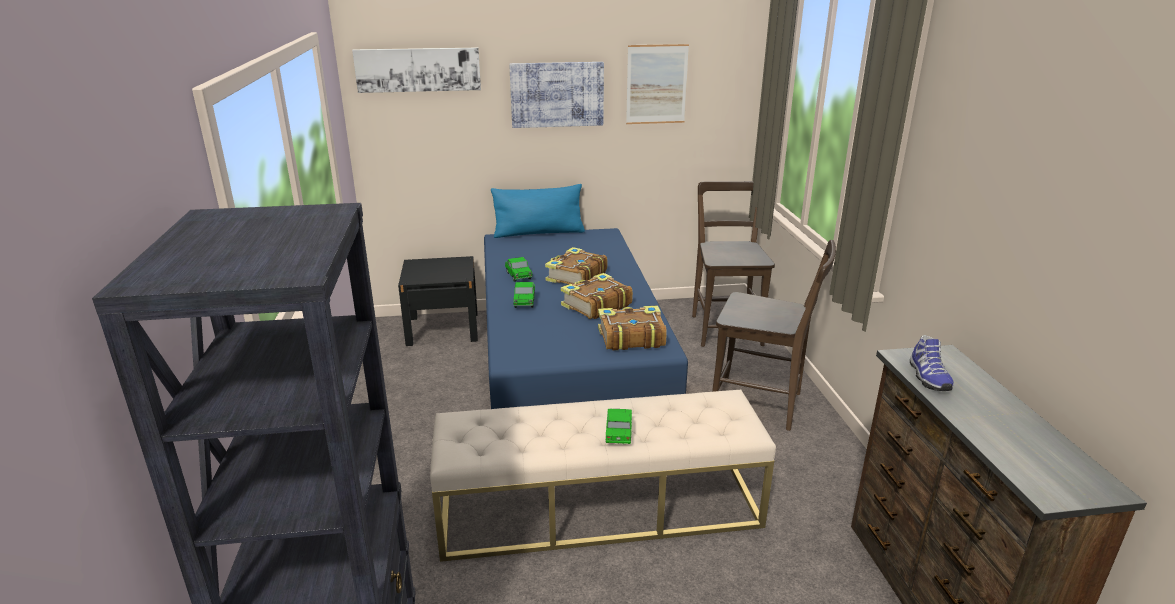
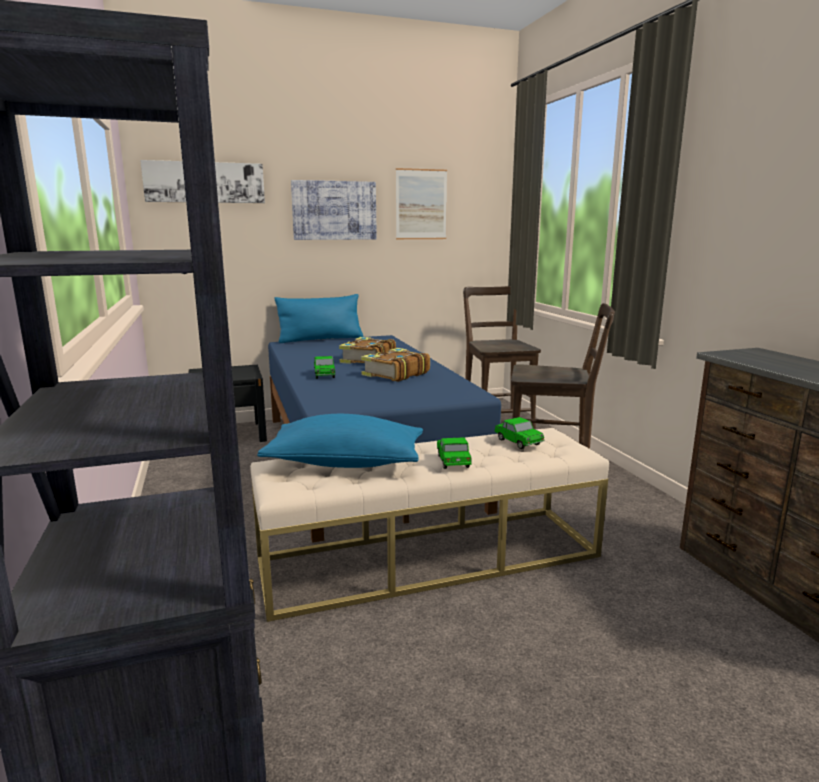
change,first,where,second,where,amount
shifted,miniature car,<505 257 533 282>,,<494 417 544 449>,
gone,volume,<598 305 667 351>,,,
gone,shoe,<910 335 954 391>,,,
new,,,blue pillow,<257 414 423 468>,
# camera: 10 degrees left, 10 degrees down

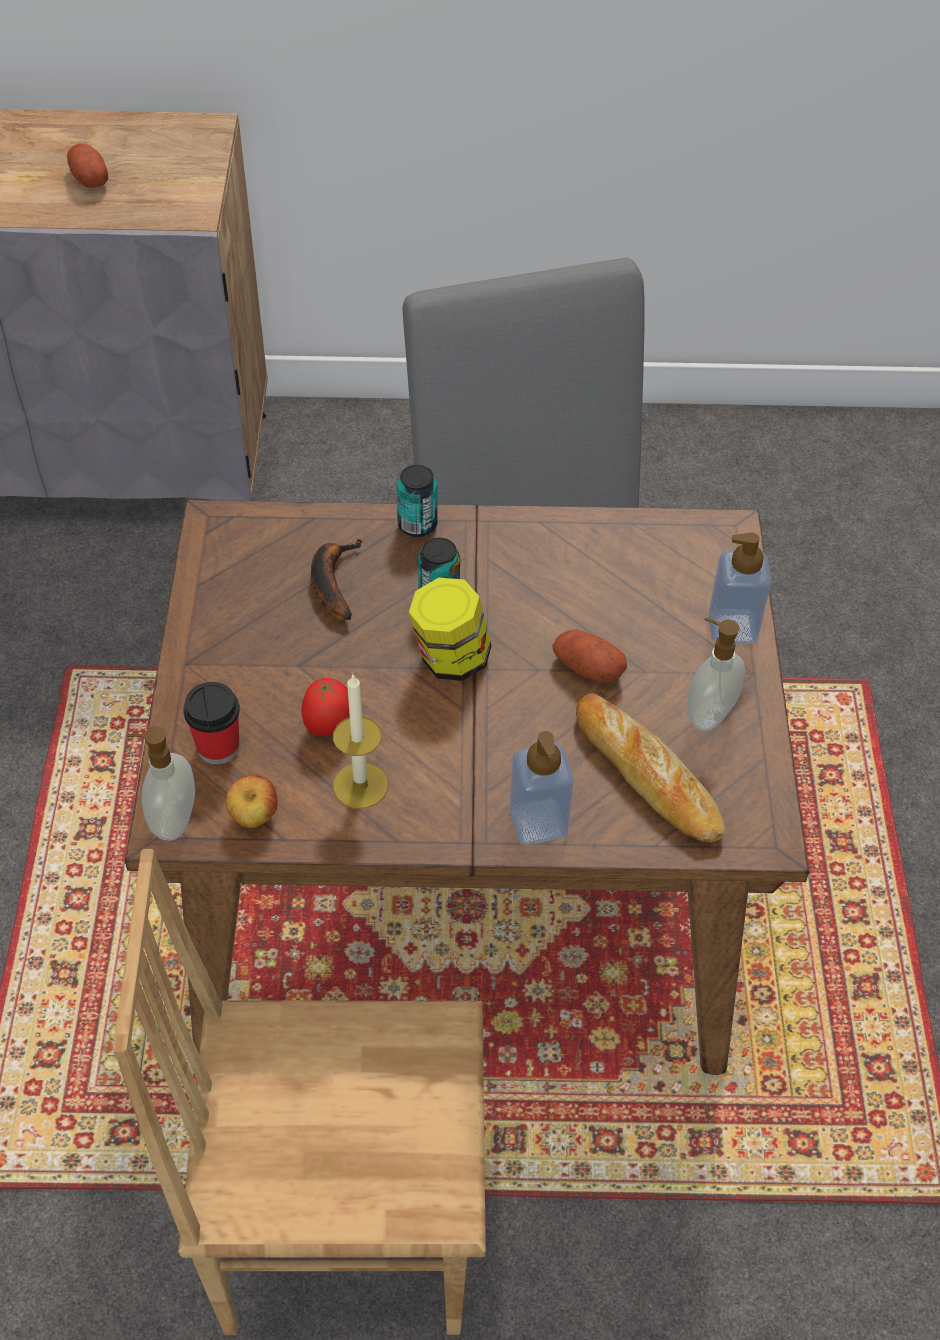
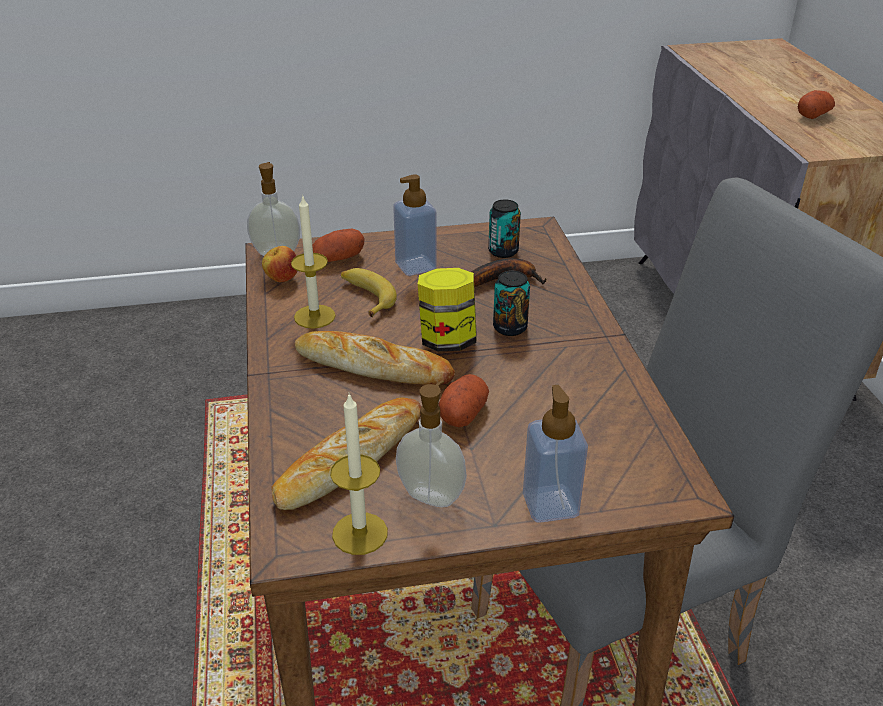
change,first,where,second,where,amount
gone,brown-coloured upright chair,<113 849 486 1335>,,,
swapped,drinking cup,<183 682 240 764>,whole potato,<312 228 364 262>,
swapped,tomato,<302 678 350 736>,banana fruit,<341 268 397 317>,
shifted,can,<397 465 438 537>,,<488 200 521 258>,
shifted,liquid soap bottle,<510 731 574 845>,,<393 174 437 276>,
new,,,bakery bread,<295 331 455 385>,
new,,,wax light,<330 393 388 555>,
# camera: 80 degrees right, 15 degrees down

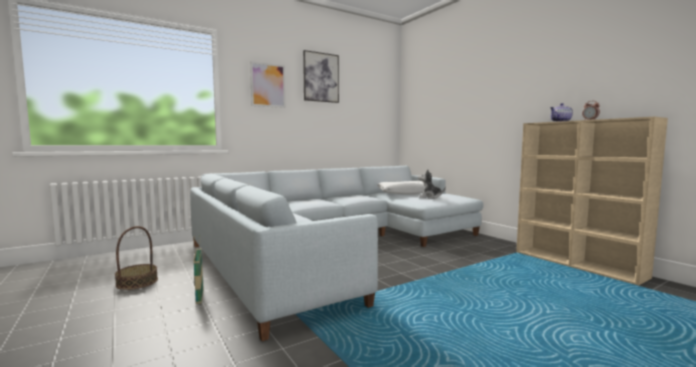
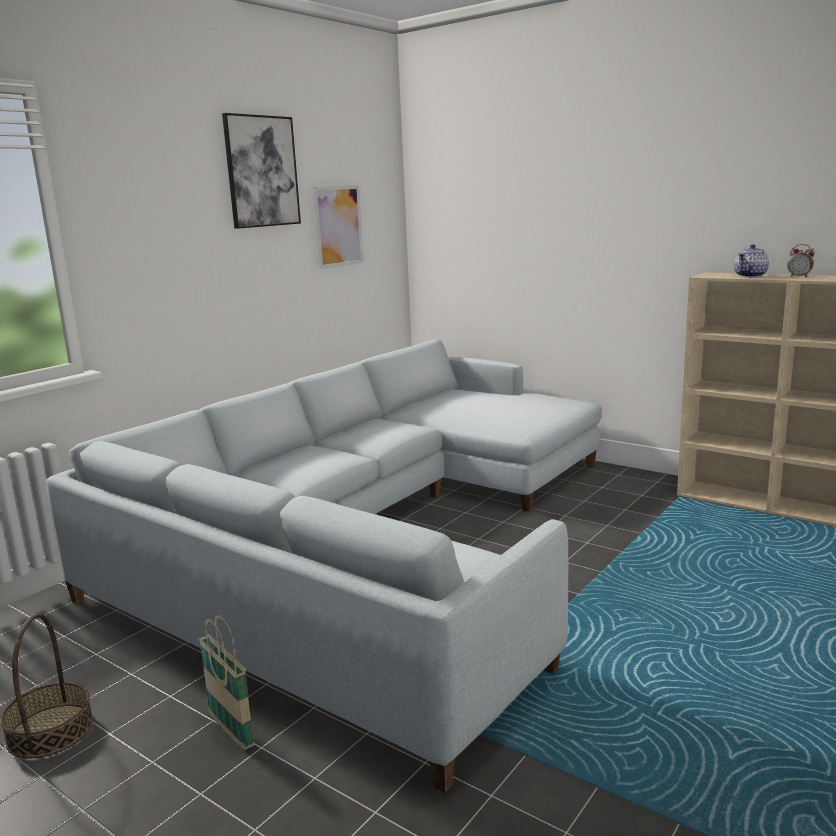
change,first,where,second,where,amount
shifted,wall picture,<250 61 286 108>,,<313 185 364 269>,
gone,whitish pillow,<377 181 424 194>,,,
gone,soft toy,<418 169 446 199>,,,
# camera: 20 degrees left, 10 degrees up

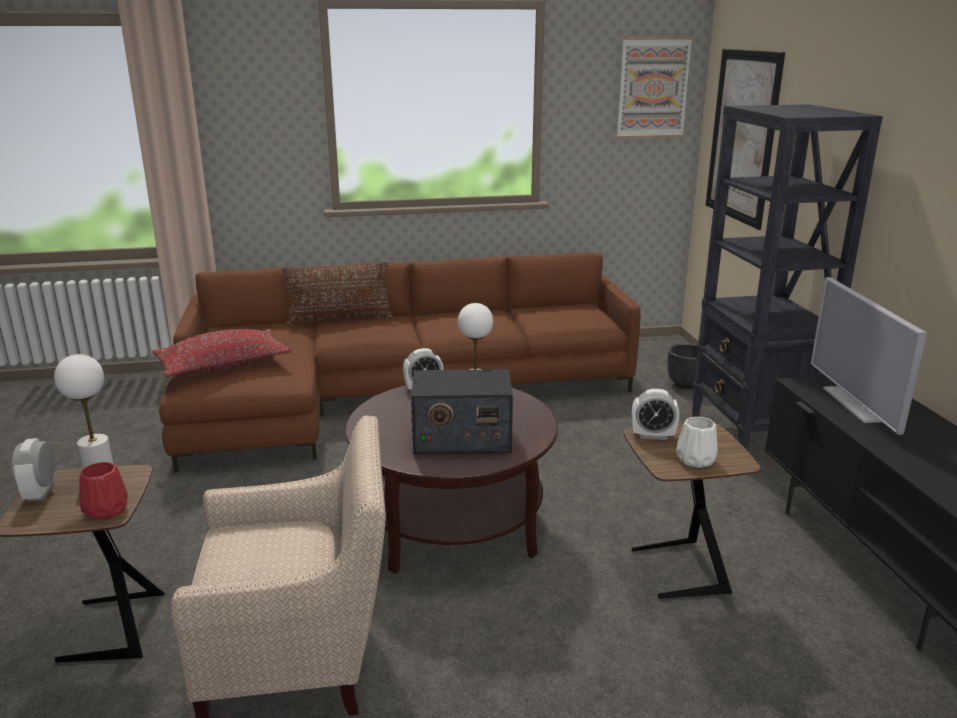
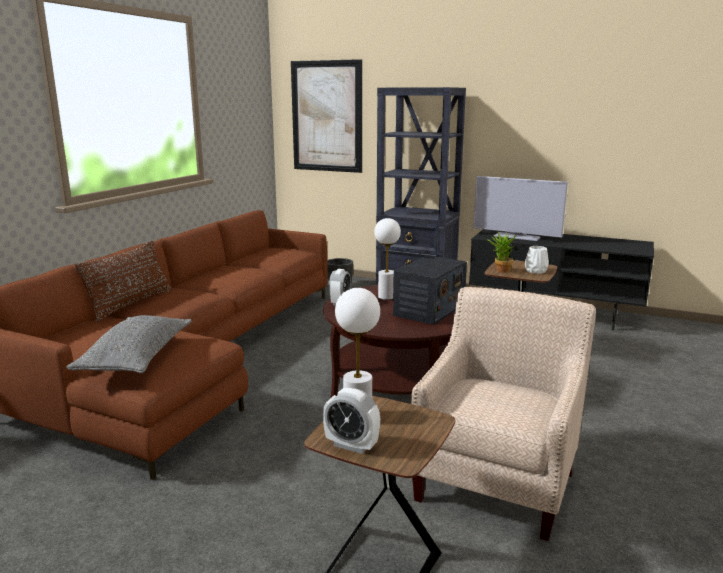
change,first,where,second,where,amount
gone,red-coloured flower vase,<79 462 128 520>,,,
repainted,red-coloured pillow,<152 329 291 377>,gray pillow,<66 315 192 373>,
gone,wall picture,<617 37 693 138>,,,
swapped,alarm clock,<632 389 679 440>,plant in a pot,<488 231 517 273>,
# camera: 55 degrees left, 5 degrees down

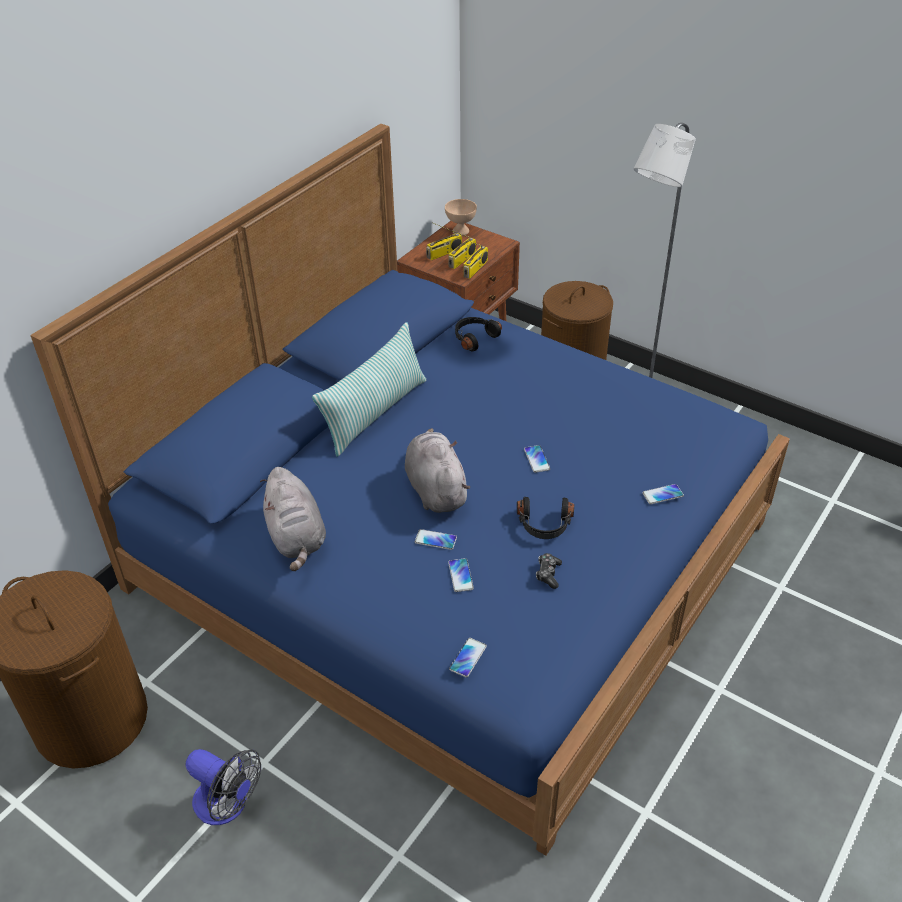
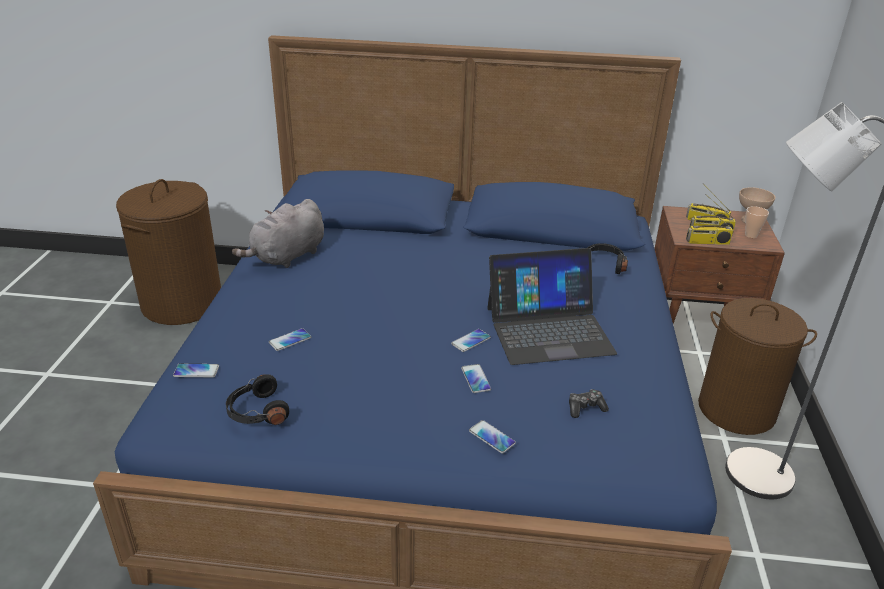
change,first,where,second,where,amount
gone,electric fan,<185 749 261 825>,,,
gone,pillow,<312 322 426 457>,,,
gone,gray soft toy,<405 428 471 513>,,,
shifted,phone,<415 529 457 550>,,<461 364 491 393>,
shifted,black headphones,<517 497 574 539>,,<226 374 289 425>,
shifted,game controller,<536 553 562 589>,,<569 389 609 418>,
new,,,notebook computer,<487 248 617 365>,
new,,,drinking cup,<745 206 769 238>,
# camera: 60 degrees right, 10 degrees down

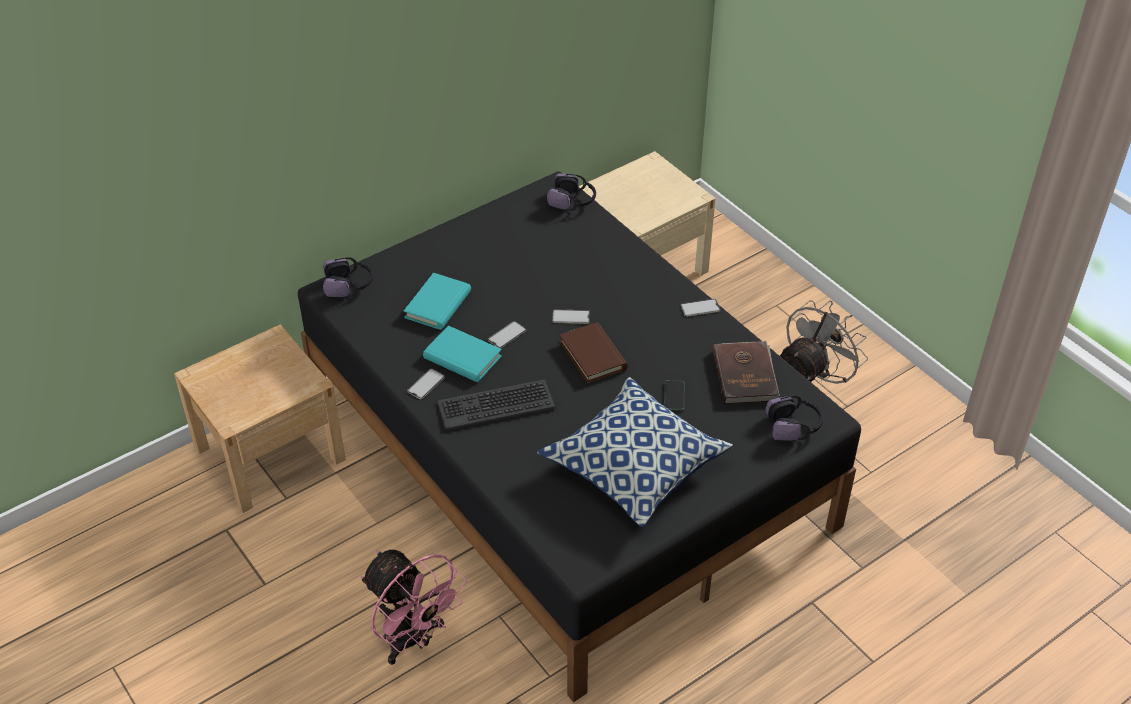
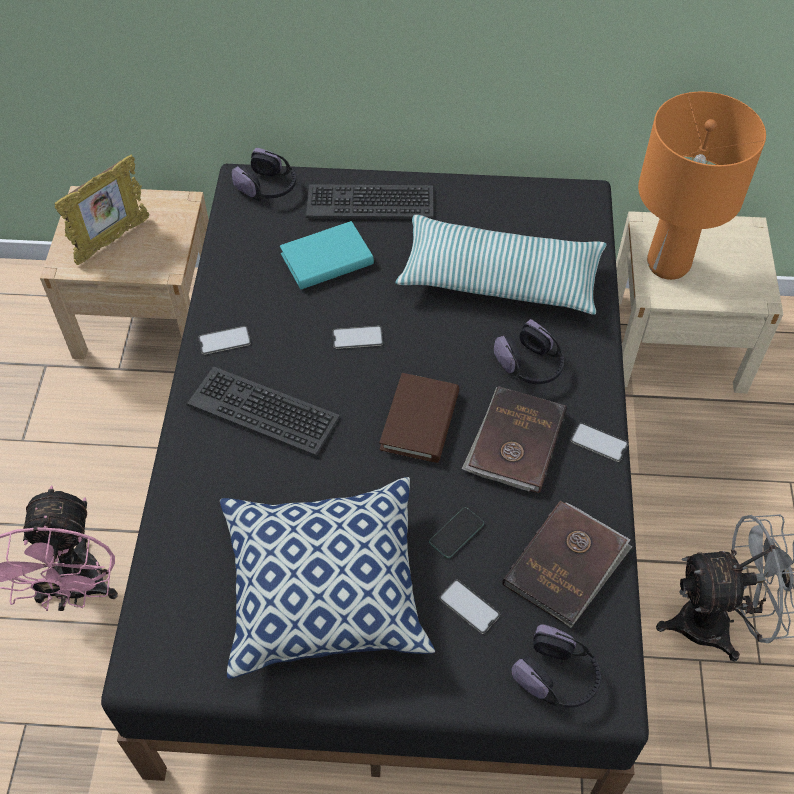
change,first,where,second,where,amount
gone,turquoise-coloured volume,<423 326 502 382>,,,
shifted,headphones,<547 173 596 211>,,<494 319 564 384>,
shifted,phone,<552 310 590 324>,,<439 580 500 634>,
new,,,standing frame,<54 155 149 265>,
new,,,PC keyboard,<306 184 434 219>,
new,,,pillow,<395 215 606 315>,
new,,,brown-coloured volume,<462 386 567 493>,
new,,,orange tabletop lamp,<638 92 766 280>,
# camera: 40 degrees right, 10 degrees up

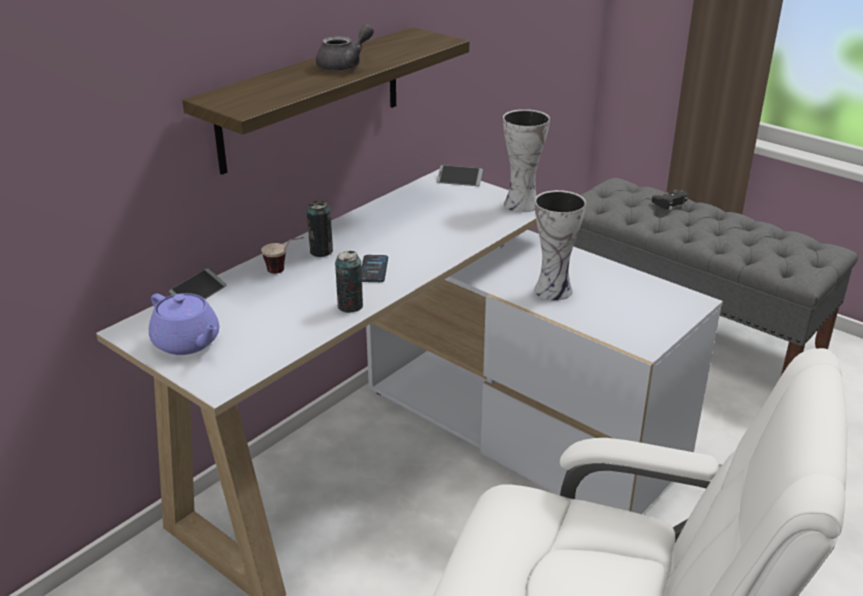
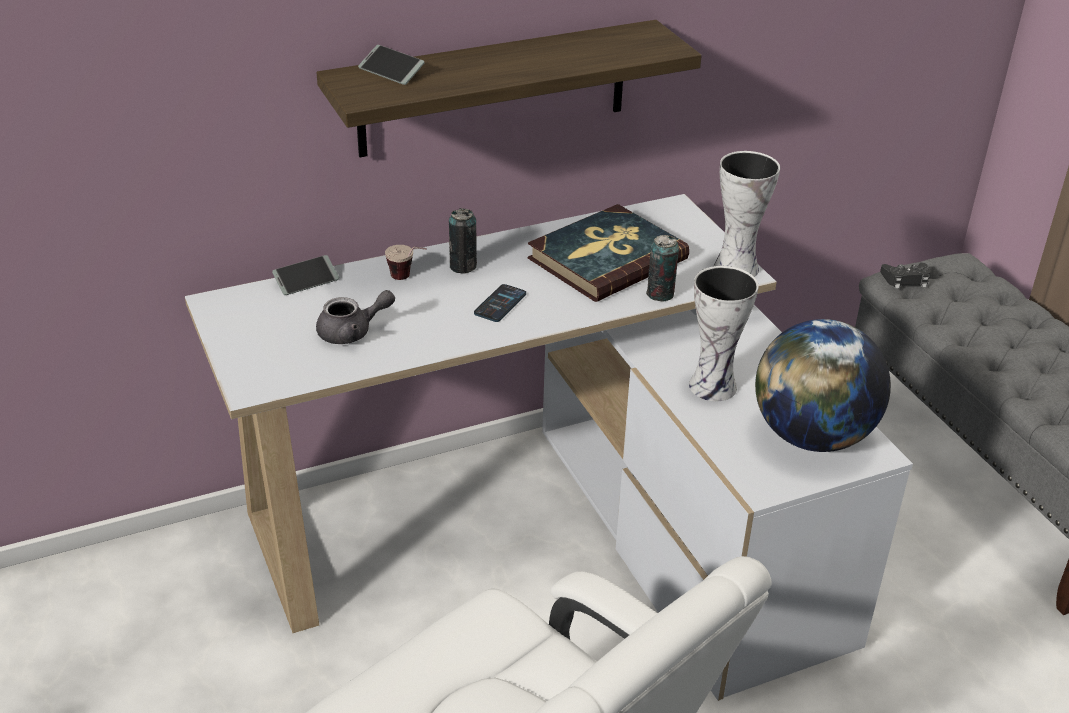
change,first,where,second,where,amount
gone,purple pot for tea,<149 293 219 355>,,,
shifted,gray pot for tea,<316 24 374 71>,,<316 290 395 344>,
shifted,can,<335 251 363 313>,,<646 235 679 302>,
shifted,phone,<437 165 483 186>,,<358 45 425 85>,
shifted,black game controller,<652 189 688 210>,,<880 263 931 289>,
new,,,volume,<528 204 689 302>,
new,,,desk globe,<755 319 891 452>,
# camera: 25 degrees right, 5 degrees up

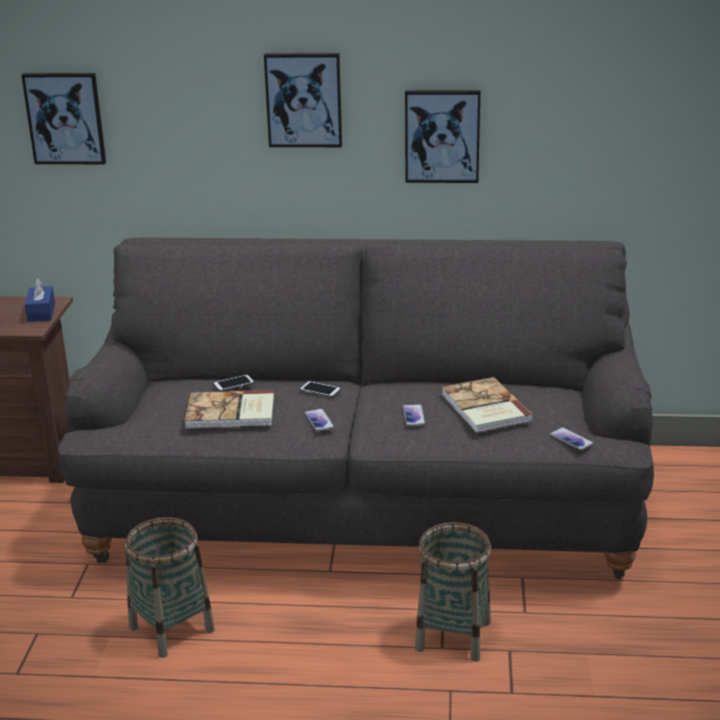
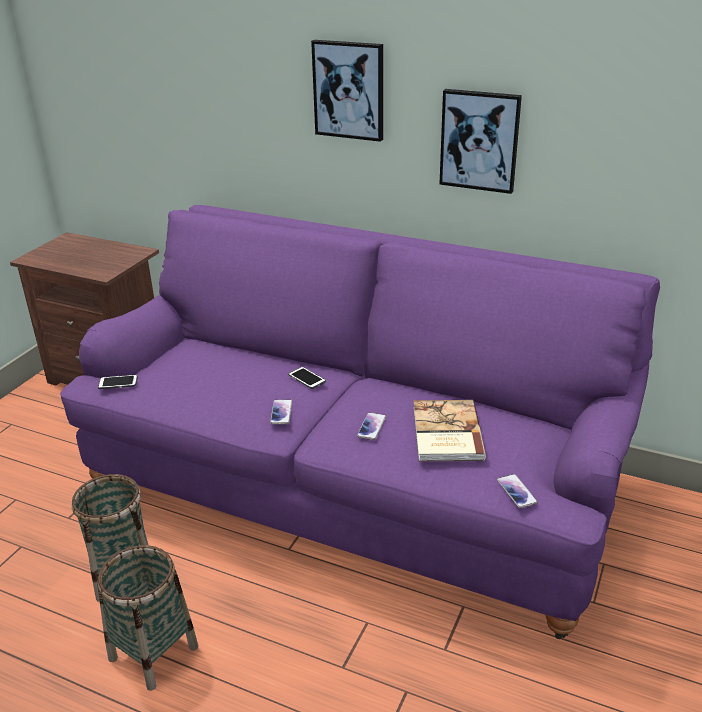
change,first,where,second,where,amount
gone,wall picture,<21 73 106 164>,,,
gone,blue tissue holder,<25 278 55 322>,,,
repainted,gray sofa,<58 237 654 579>,purple sofa,<60 205 660 639>,
gone,volume,<184 390 274 429>,,,
shifted,phone,<213 374 255 392>,,<98 375 138 389>,
shifted,household basket,<415 522 491 662>,,<97 545 198 691>,
# camera: 20 degrees right, 5 degrees up

